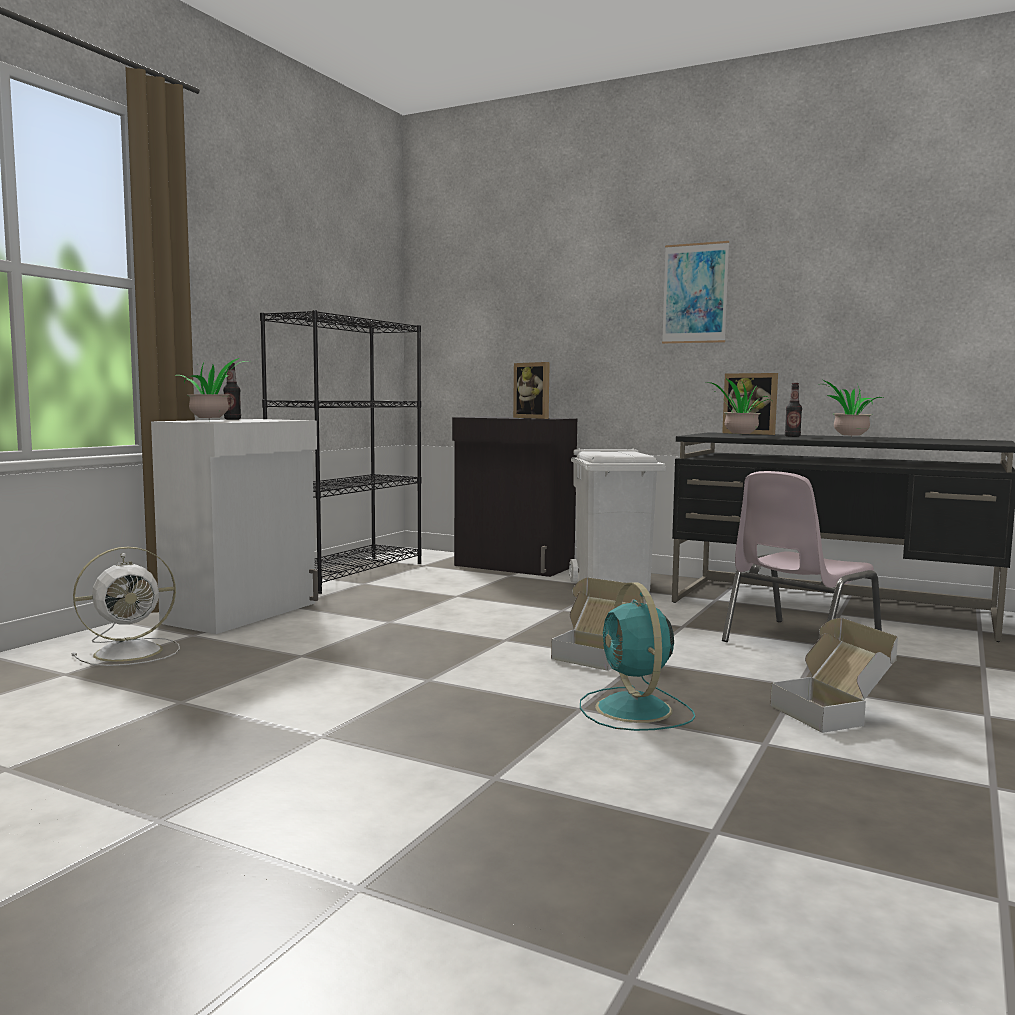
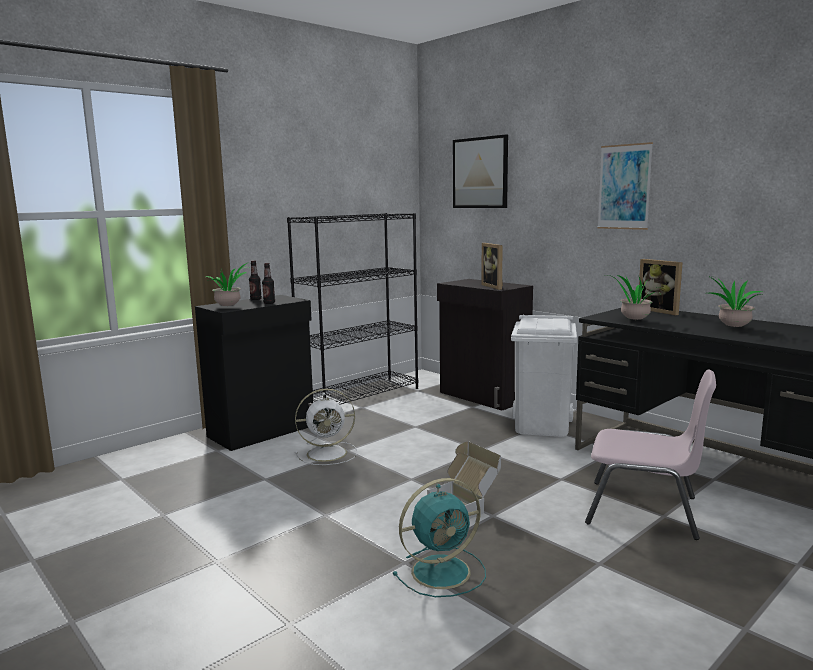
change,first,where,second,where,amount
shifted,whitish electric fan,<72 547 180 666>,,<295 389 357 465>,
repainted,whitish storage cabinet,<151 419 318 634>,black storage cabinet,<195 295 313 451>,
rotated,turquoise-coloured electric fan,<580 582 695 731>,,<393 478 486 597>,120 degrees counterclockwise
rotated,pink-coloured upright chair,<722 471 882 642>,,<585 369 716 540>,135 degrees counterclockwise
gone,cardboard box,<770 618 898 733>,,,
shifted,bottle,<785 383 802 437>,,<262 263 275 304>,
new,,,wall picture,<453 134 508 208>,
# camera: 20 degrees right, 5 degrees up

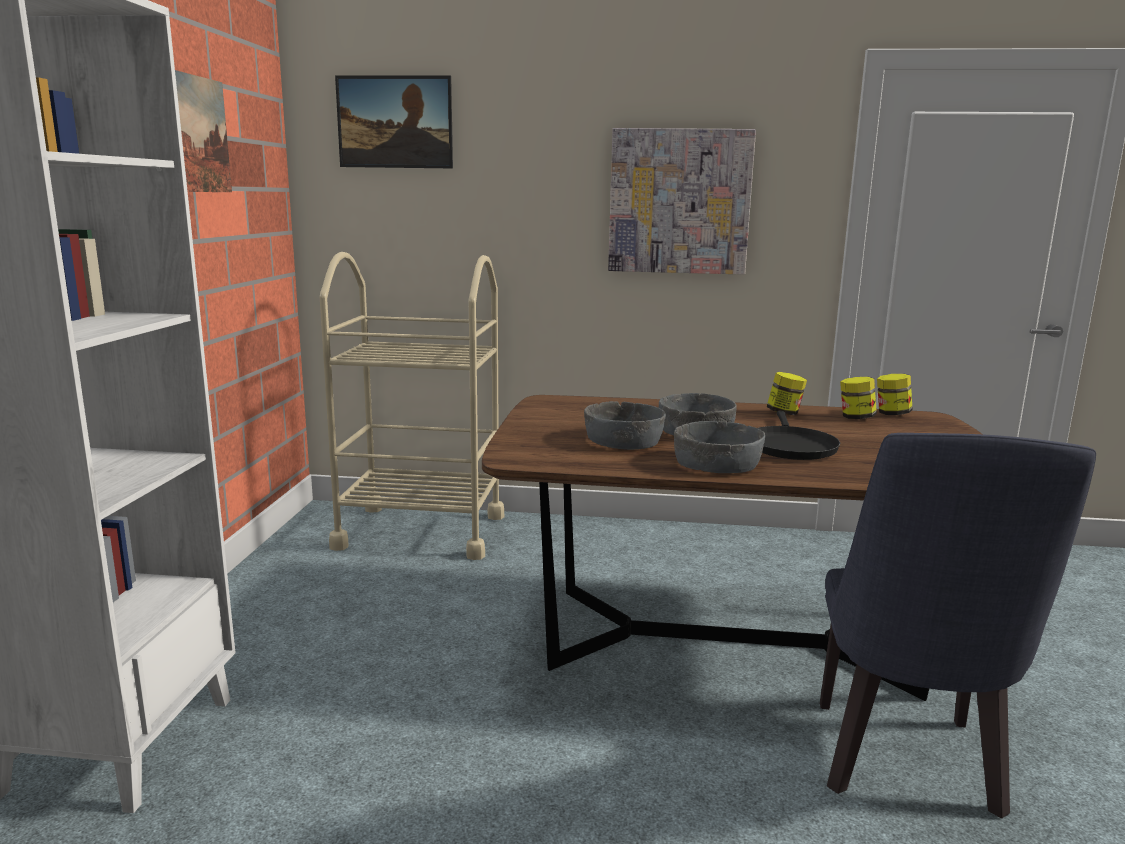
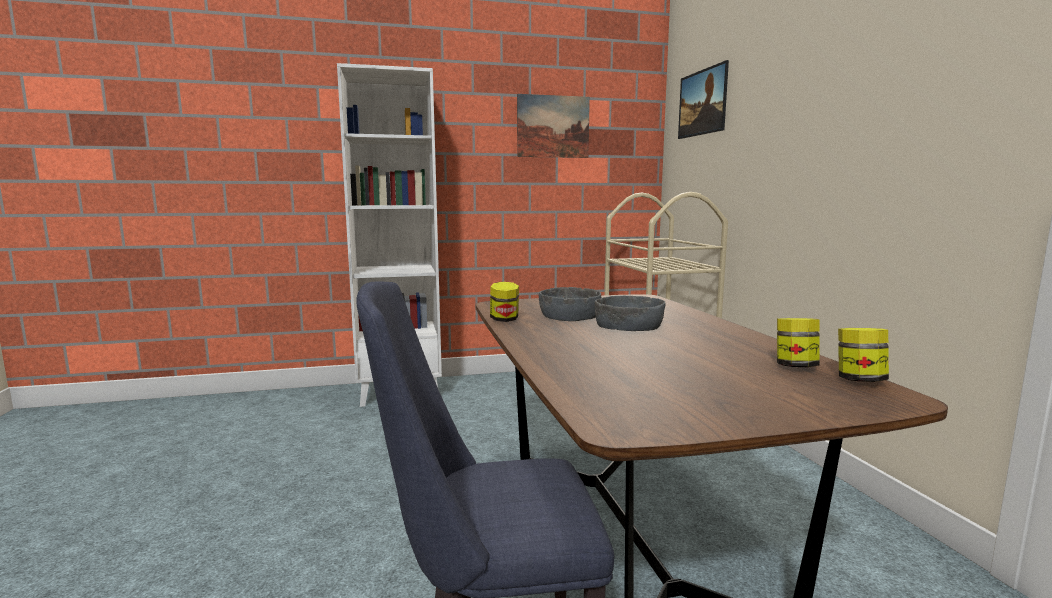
change,first,where,second,where,amount
gone,wall picture,<608 128 756 275>,,,
gone,gray deep dish,<674 421 765 473>,,,
gone,black skillet,<758 411 840 460>,,,
shifted,preserve jar,<767 372 807 415>,,<490 282 519 322>,
# camera: 70 degrees right, 5 degrees down

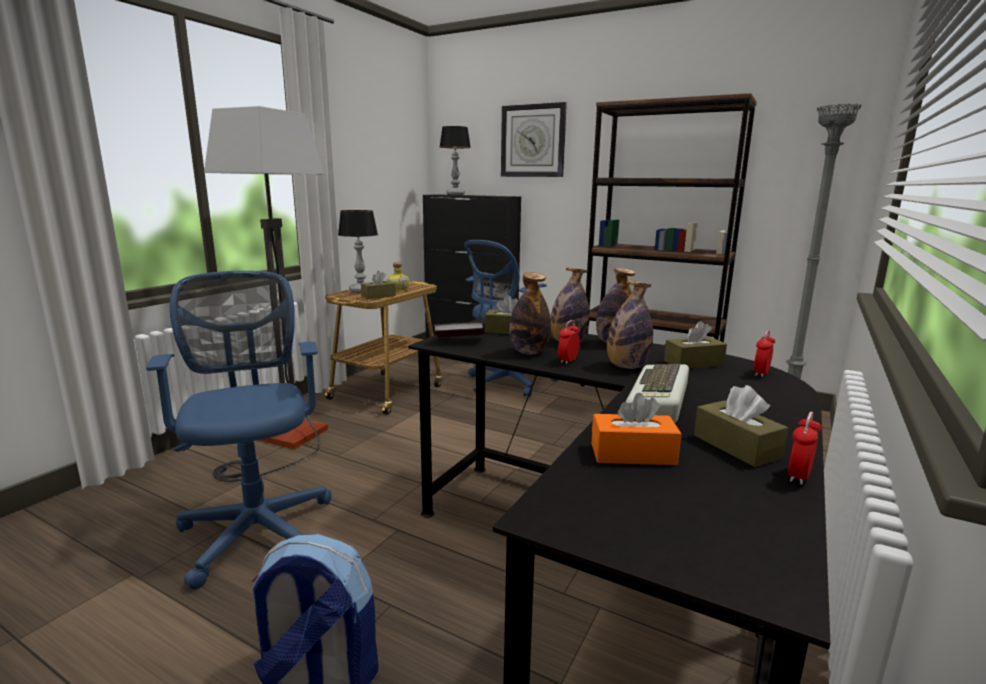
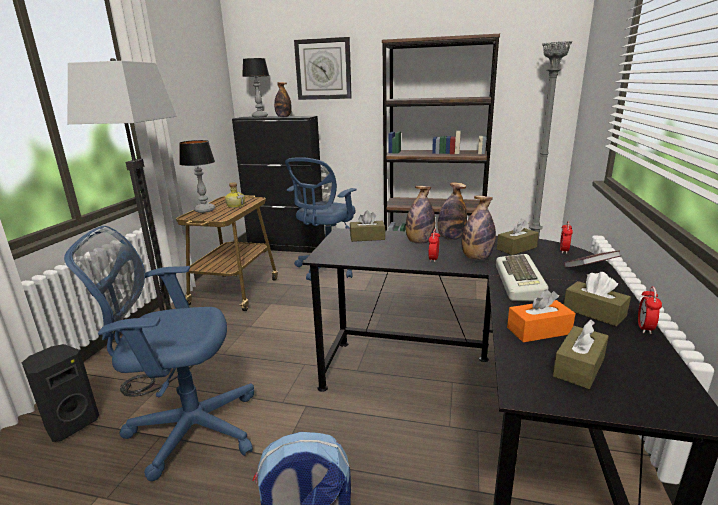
change,first,where,second,where,amount
rotated,blue computer chair,<146 271 331 590>,,<64 226 254 481>,60 degrees counterclockwise
shifted,brown-coloured tissue holder,<361 271 396 299>,,<553 320 609 389>,
shifted,volume,<434 322 484 338>,,<564 250 620 268>,
shifted,bottle,<509 272 551 355>,,<274 82 292 117>,
new,,,black audio speaker,<22 344 99 442>,
# camera: 15 degrees left, 5 degrees up

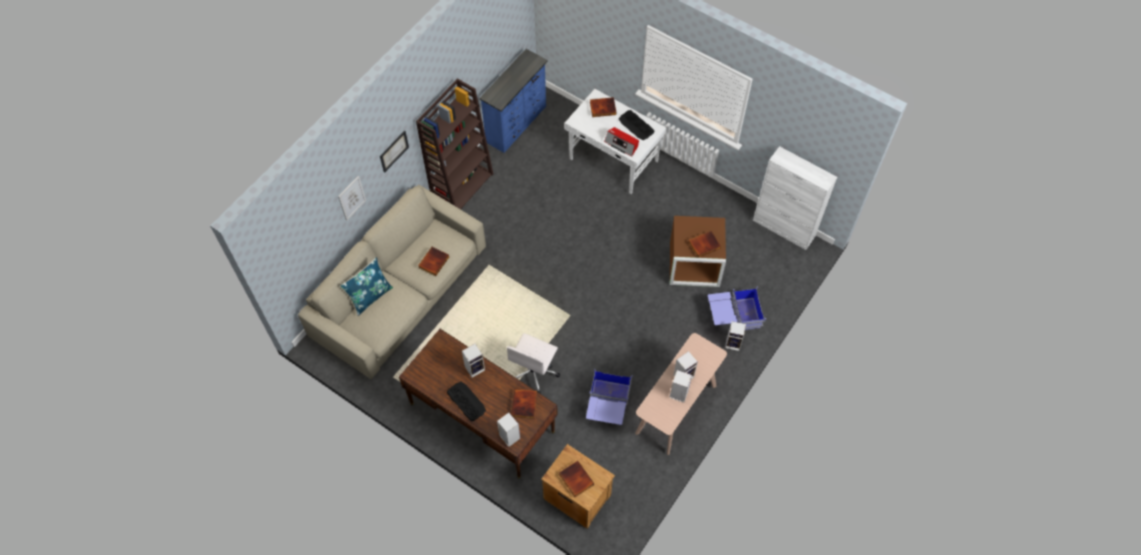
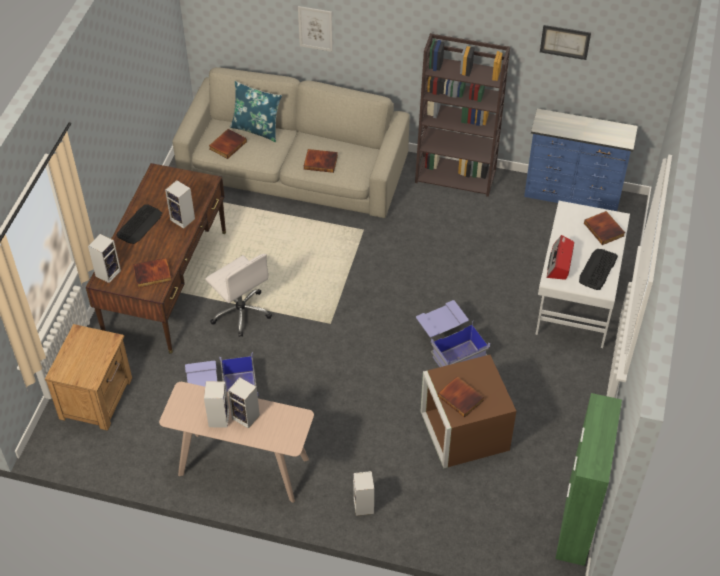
change,first,where,second,where,amount
shifted,wall picture,<380 131 409 173>,,<540 25 591 60>,
rotated,whitish computer chair,<506 333 560 394>,,<205 254 272 337>,135 degrees counterclockwise
shifted,volume,<559 461 594 497>,,<209 129 247 159>,
shifted,blue storage box,<708 286 766 330>,,<416 300 490 367>,
repainted,whitish storage cabinet,<753 146 837 250>,green-coloured storage cabinet,<555 393 622 566>,
# camera: 70 degrees right, 10 degrees down

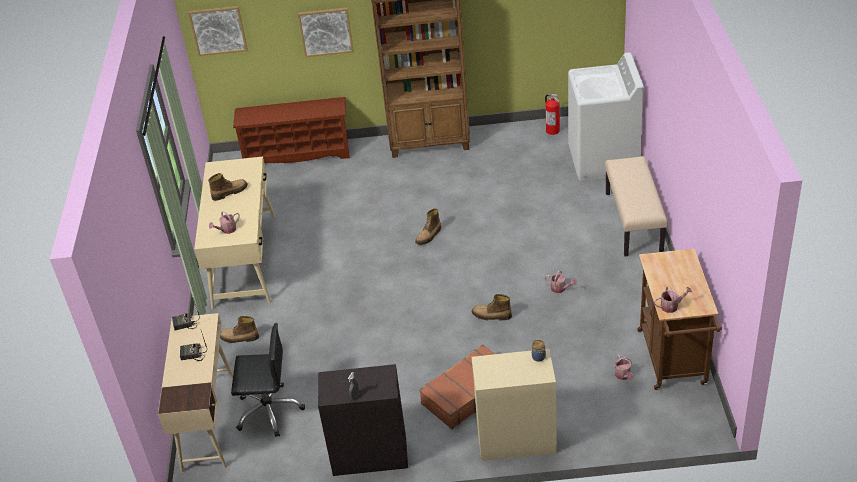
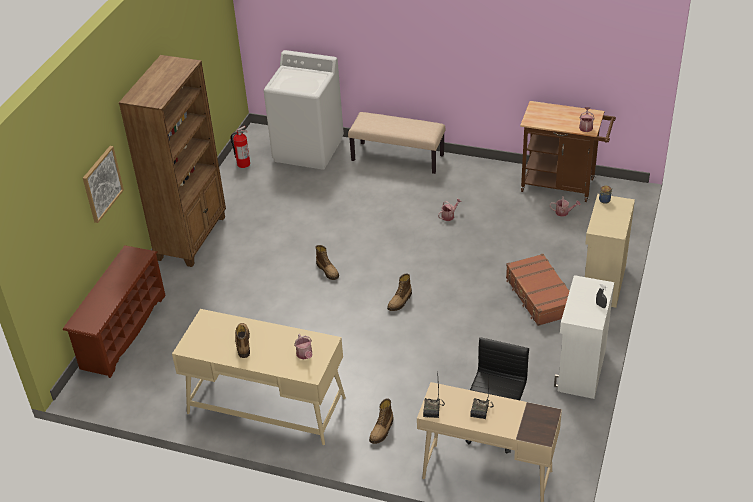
change,first,where,second,where,amount
gone,wall picture,<188 6 248 56>,,,
repainted,black storage cabinet,<318 364 408 476>,whitish storage cabinet,<554 275 614 399>,
shifted,tall boot,<472 294 512 320>,,<387 273 412 311>,
# camera: 70 degrees left, 0 degrees up

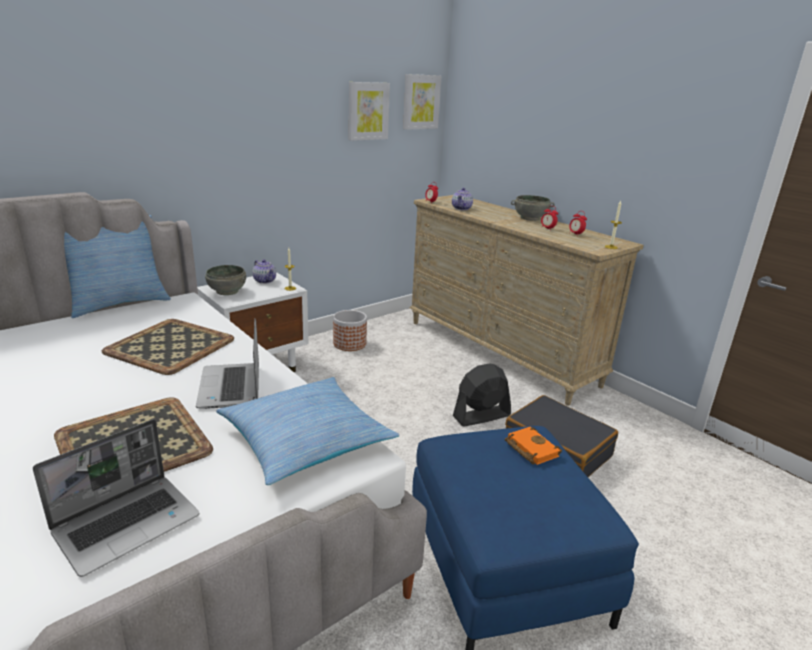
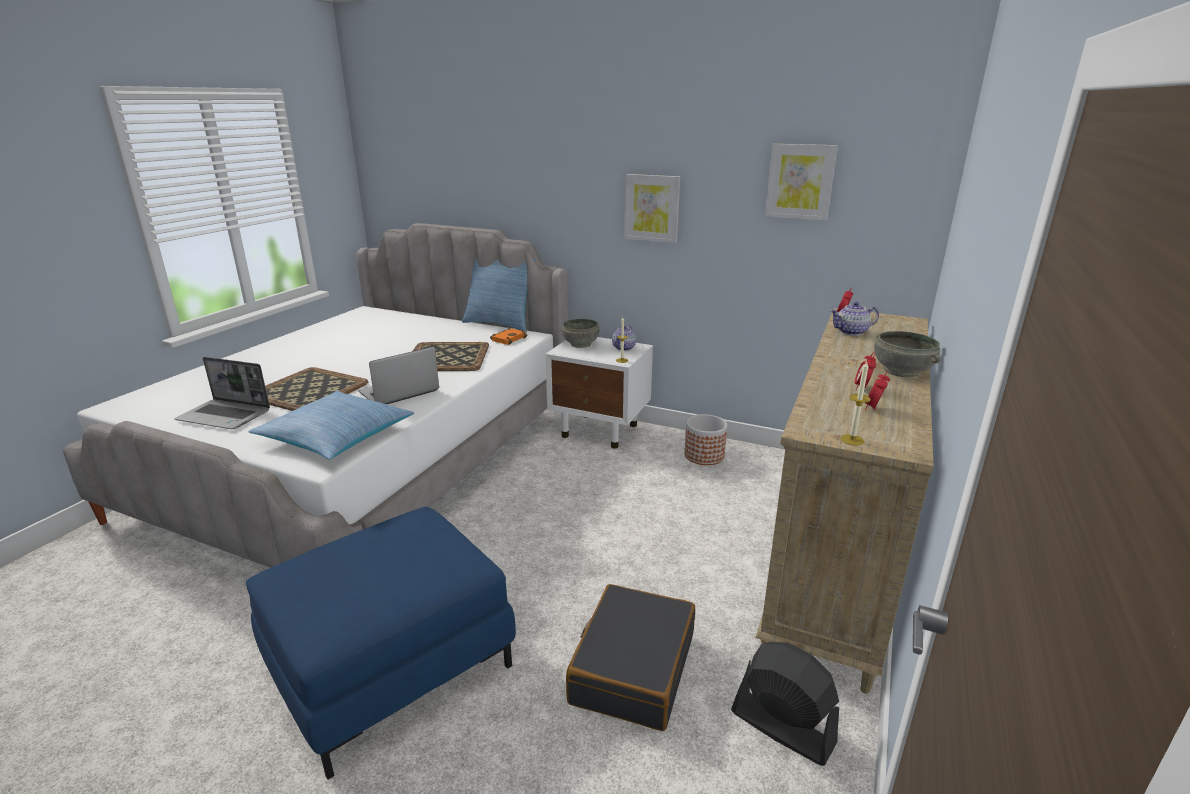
change,first,where,second,where,amount
shifted,wall picture,<403 74 442 130>,,<625 174 680 243>,
shifted,black electric fan,<453 363 511 427>,,<731 642 839 766>,
shifted,orange volume,<505 427 562 465>,,<490 328 528 345>,
# camera: 65 degrees right, 0 degrees up

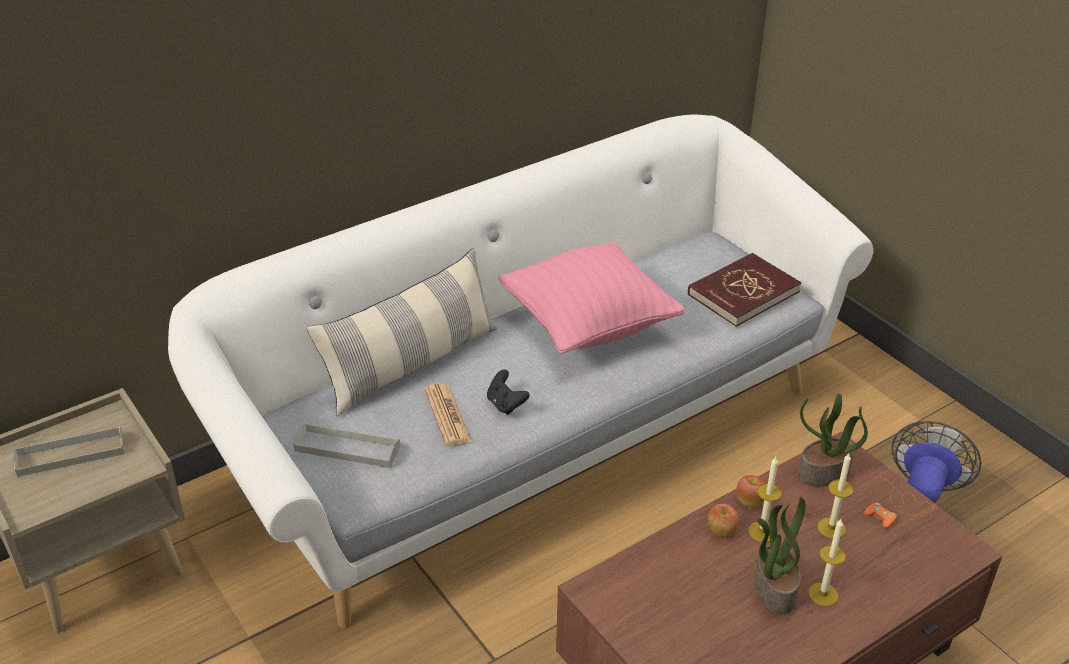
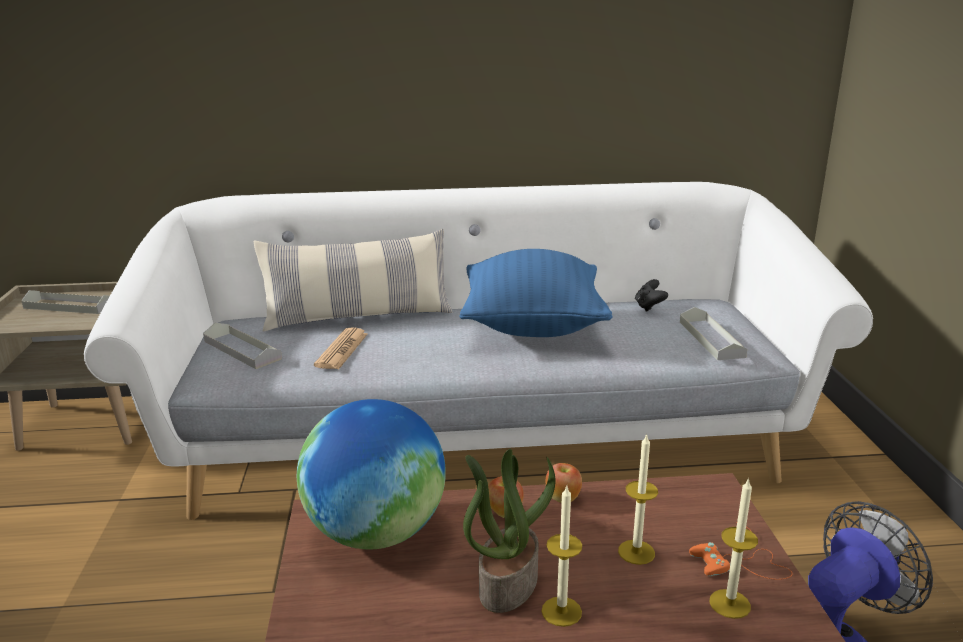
change,first,where,second,where,amount
shifted,black game controller,<487 369 530 415>,,<635 279 668 312>,
repainted,pink-coloured pillow,<498 241 685 354>,blue pillow,<459 249 612 337>,
swapped,red-coloured volume,<688 253 801 327>,gray carrying tray,<680 307 747 360>,
shifted,wax light,<748 457 782 542>,,<709 478 758 619>,
gone,plant in a pot,<798 394 868 487>,,,
new,,,desk globe,<297 399 446 549>,
# camera: 30 degrees right, 15 degrees down

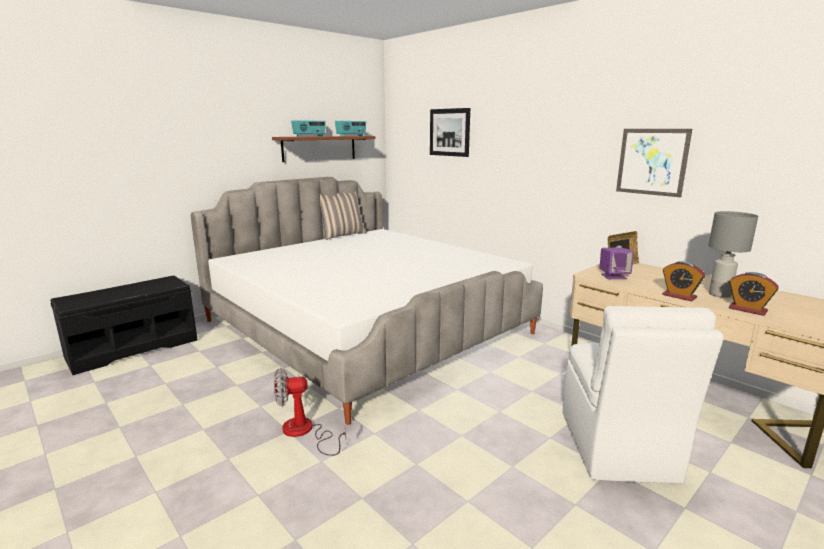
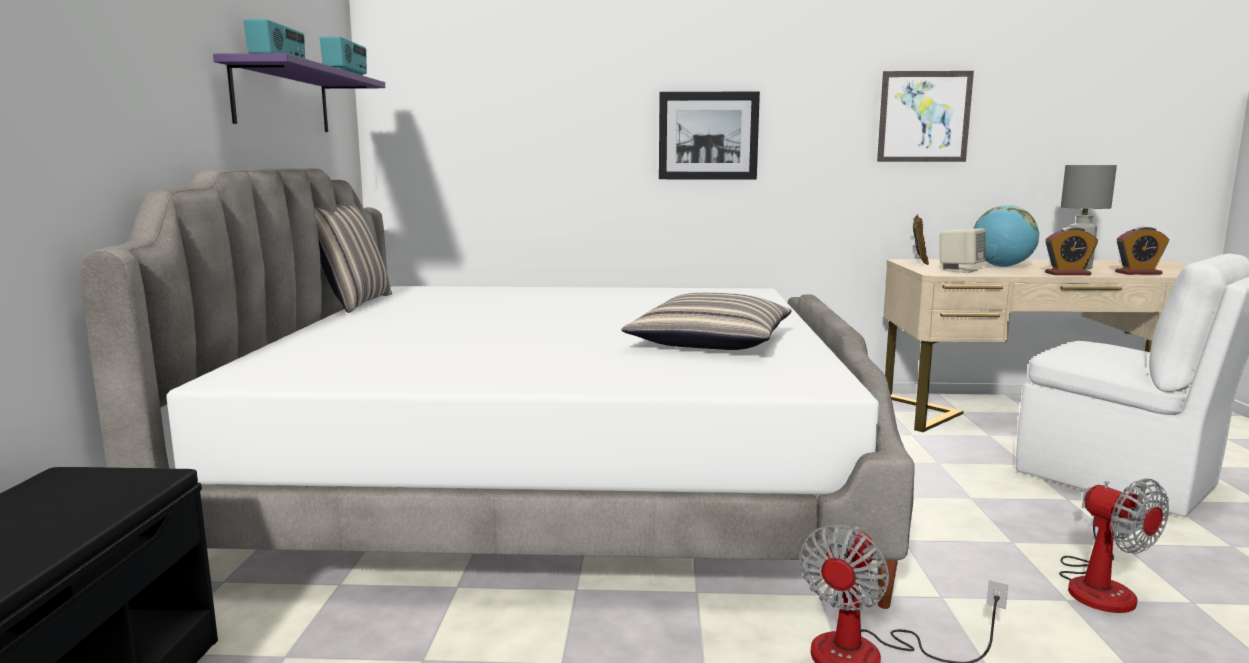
change,first,where,second,where,amount
repainted,brown-coloured bracket shelf,<272 136 375 162>,purple bracket shelf,<213 53 385 132>,
shifted,wall picture,<430 108 470 157>,,<659 91 760 179>,
repainted,purple audio speaker,<599 248 634 279>,sand-coloured audio speaker,<940 228 986 273>,
new,,,pillow,<621 293 791 350>,
new,,,desk globe,<973 205 1039 267>,
new,,,electric fan,<1059 478 1169 613>,
# camera: 45 degrees left, 5 degrees down

